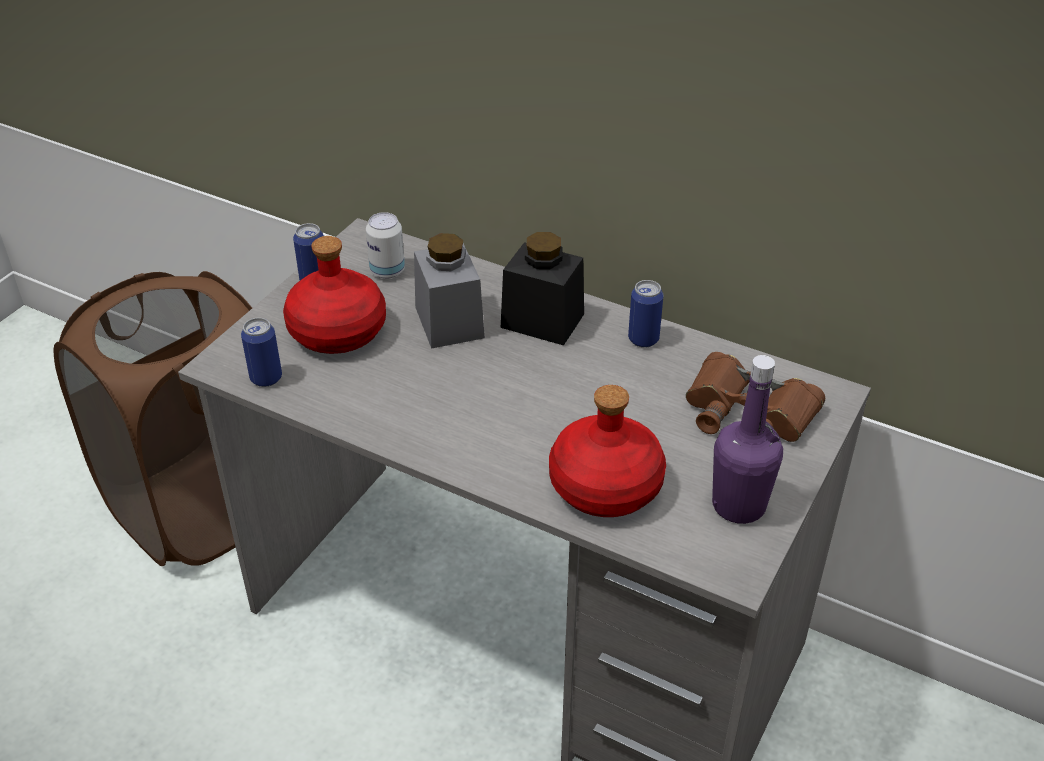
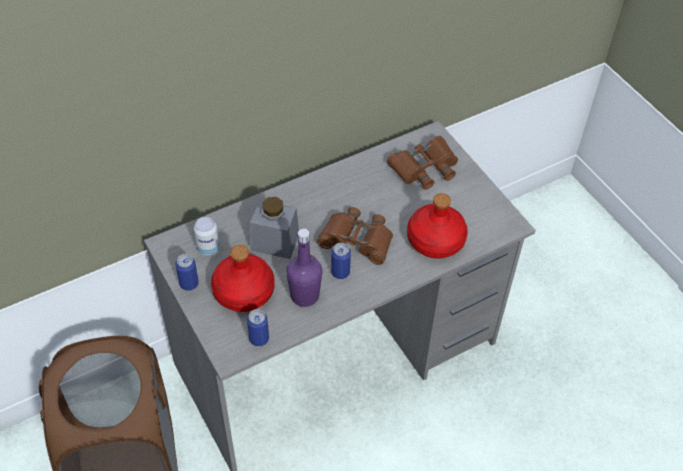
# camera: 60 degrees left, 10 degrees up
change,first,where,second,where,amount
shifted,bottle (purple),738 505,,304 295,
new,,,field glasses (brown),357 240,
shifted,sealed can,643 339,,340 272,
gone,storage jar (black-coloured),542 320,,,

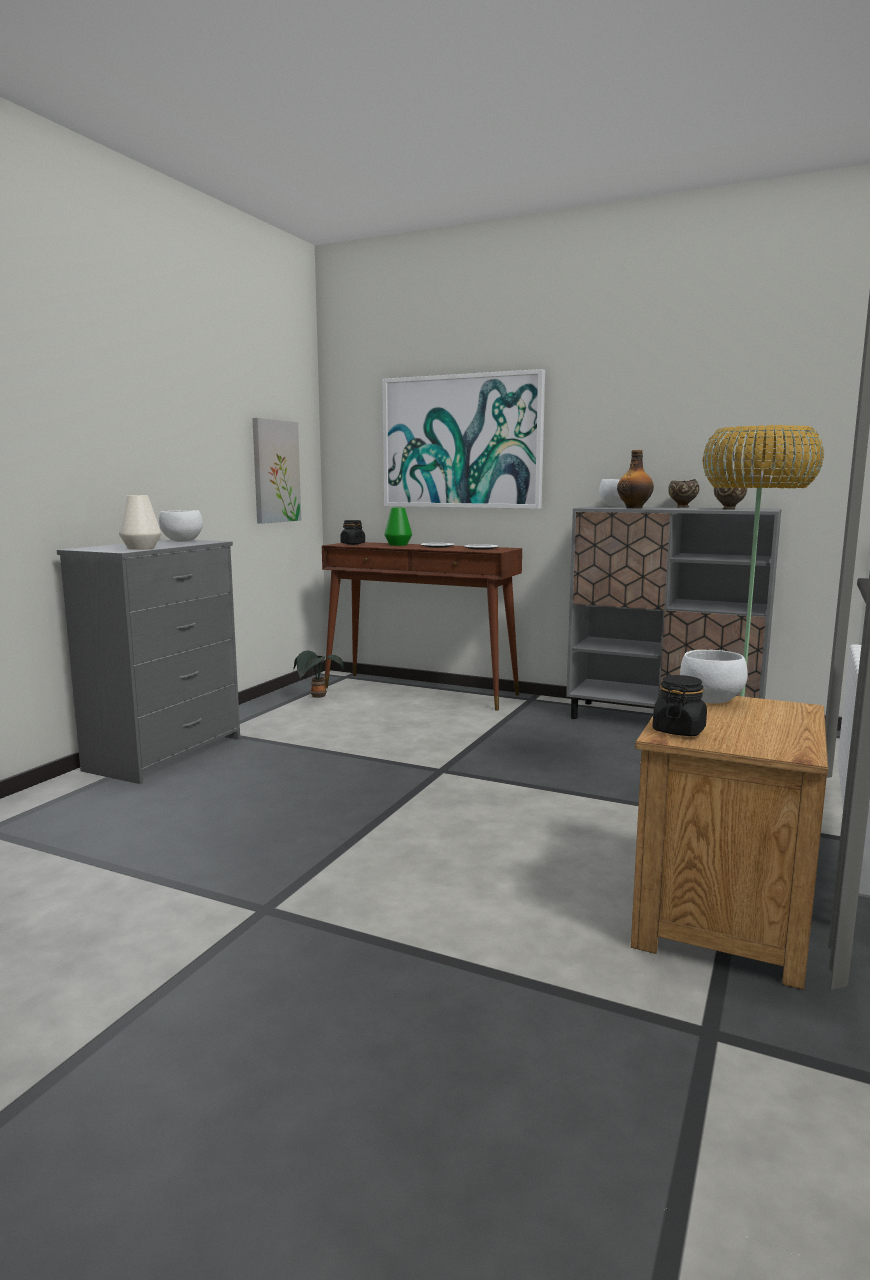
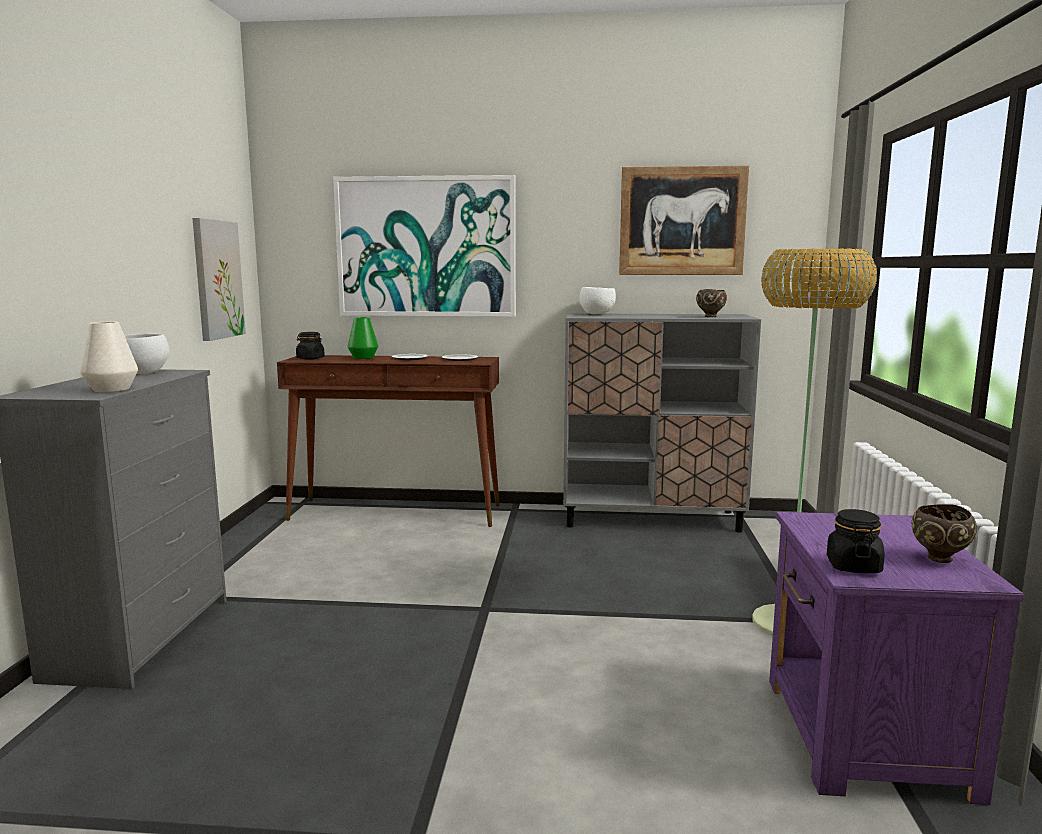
# camera: 20 degrees left, 0 degrees up
change,first,where,second,where,amount
new,,,picture,682 221,
repainted,bedside table (brown),720 917,bedside table (purple),863 737,
shifted,deep dish (brown),682 507,,939 559,
gone,plant in a pot,317 697,,,
gone,bottle,634 508,,,
gone,deep dish (white),709 700,,,

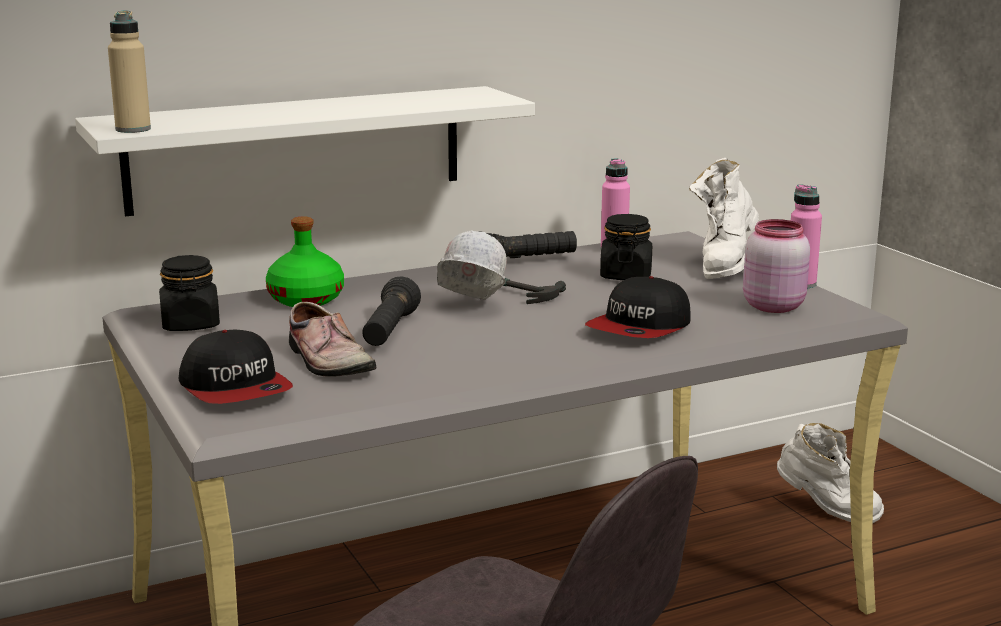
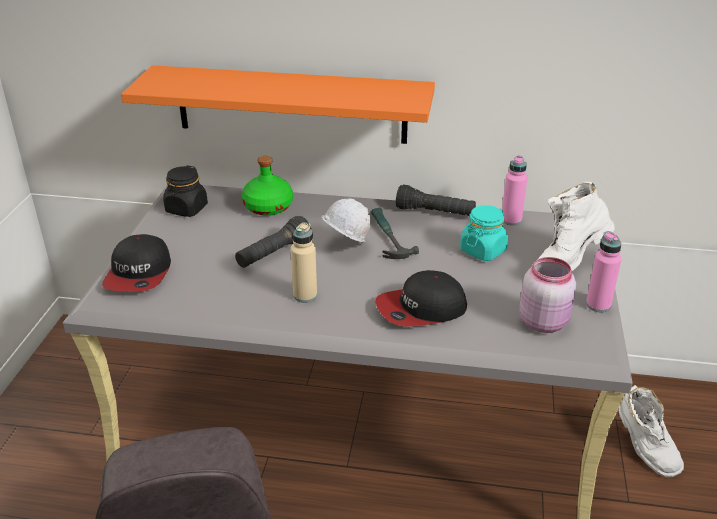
# camera: 35 degrees right, 15 degrees up
change,first,where,second,where,amount
repainted,shelf (white),296 149,shelf (orange-coloured),291 104,
shifted,bottle (sand-coloured),133 129,,305 295,
repainted,storage jar (black-coloured),625 275,storage jar (blue-green),483 250,
gone,item of footwear,326 362,,,

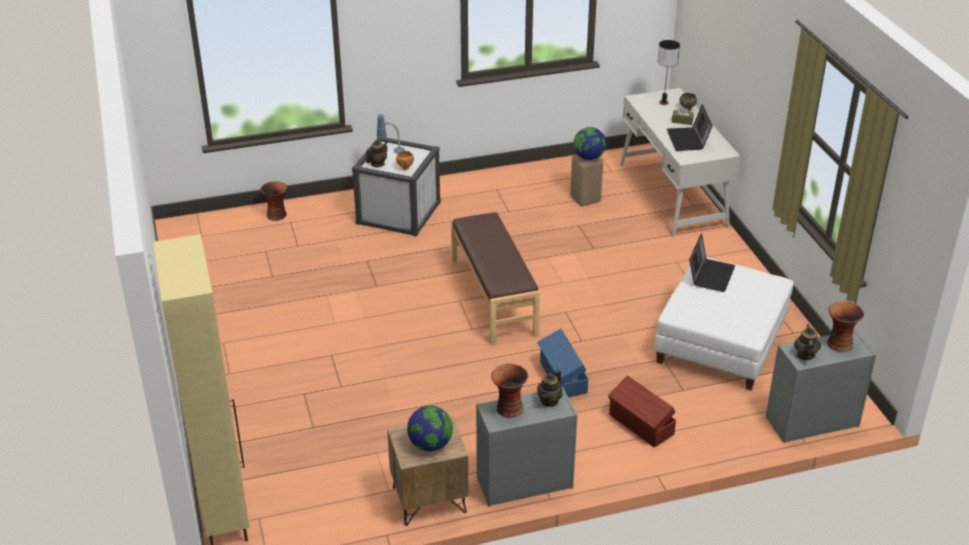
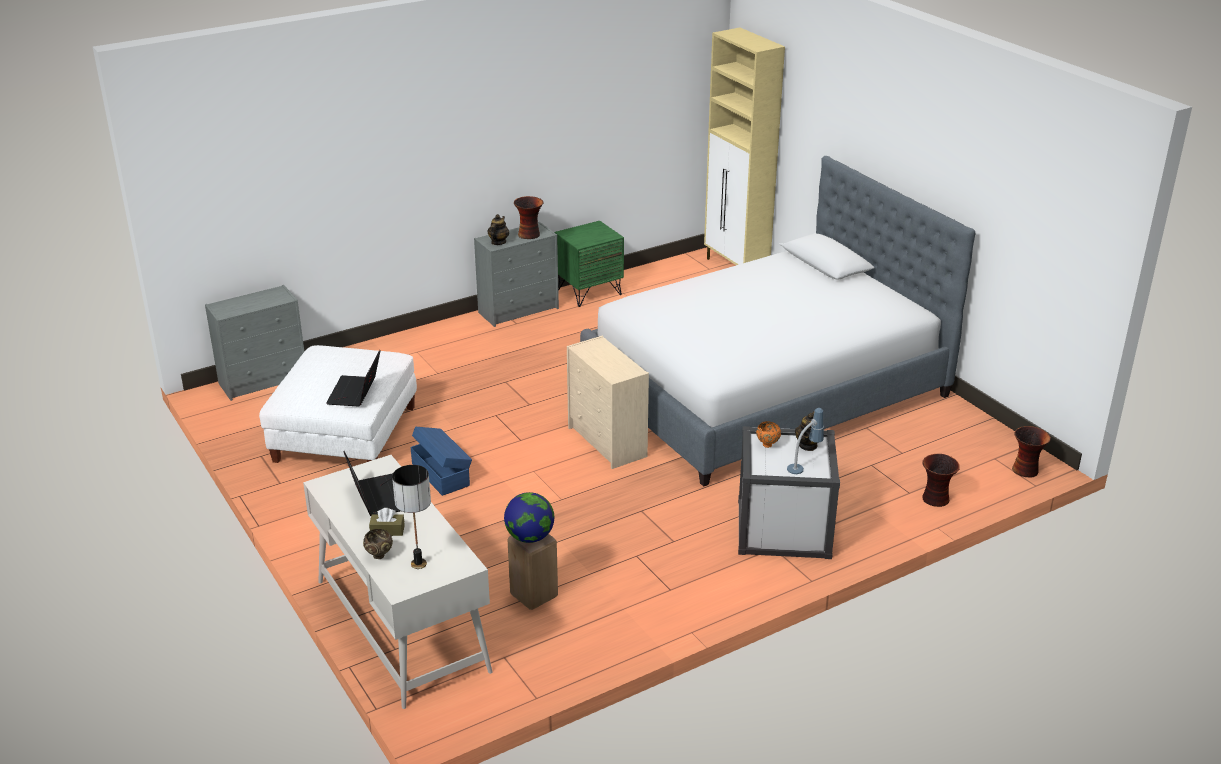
# camera: 165 degrees right, 5 degrees down
change,first,where,second,where,amount
shifted,storage box (blue),562 378,,441 474,
repainted,bedside table (brown),429 500,bedside table (green),589 292,
swapped,bench (brown),492 297,drawer chest (sand-coloured),607 442,
new,,,bedroom bed,765 389,
shifted,decorative vase,838 343,,1026 470,
gone,globe,430 445,,,
gone,storage box (brown),641 425,,,
gone,pot for tea,805 355,,,

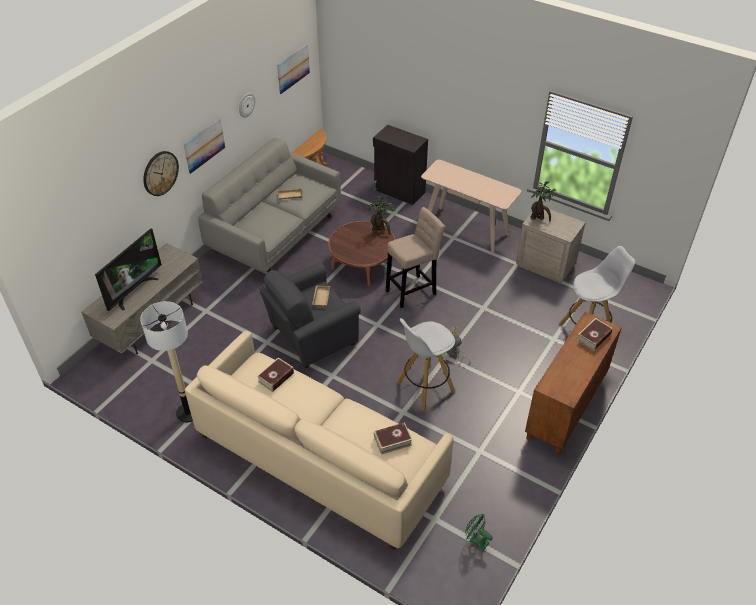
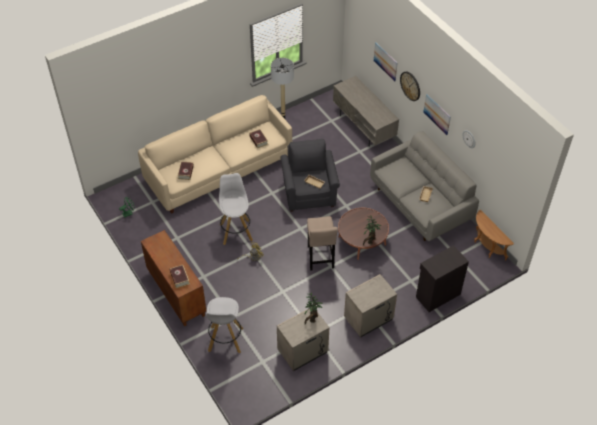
# camera: 115 degrees right, 5 degrees up
change,first,where,second,where,amount
swapped,console table (sand-coloured),466 229,bedside table (sand-coloured),369 319,
shifted,picture,293 68,,385 61,
gone,television,134 291,,,

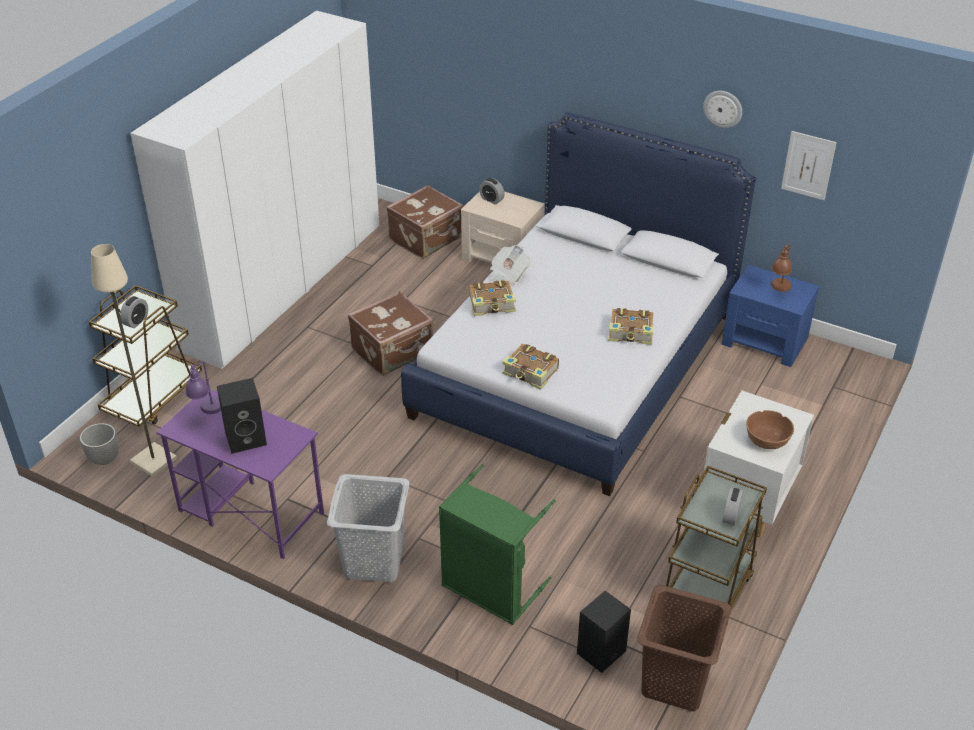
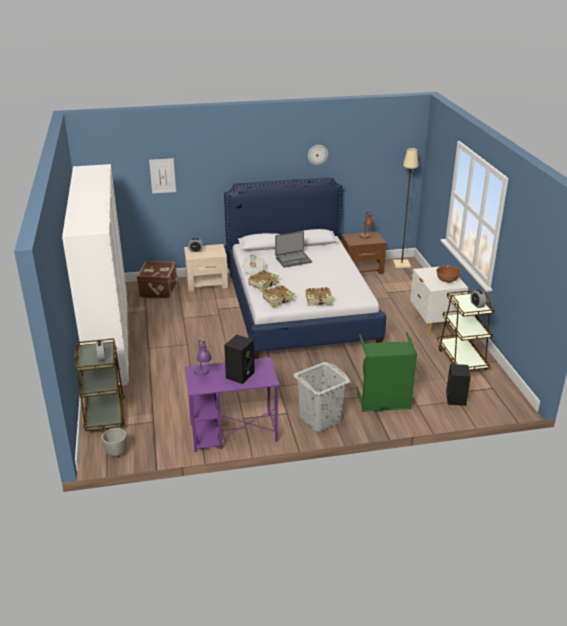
# camera: 40 degrees left, 10 degrees down
change,first,where,second,where,amount
shifted,picture,808 165,,162 175,
shifted,book,631 333,,278 300,
new,,,portable computer,293 260,
repainted,bedside table (blue),765 341,bedside table (brown),362 269,
shifted,standing lamp (sand-coloured),154 460,,401 264,
gone,suitcase (brown),393 352,,,
gone,washing basket (brown),675 683,,,

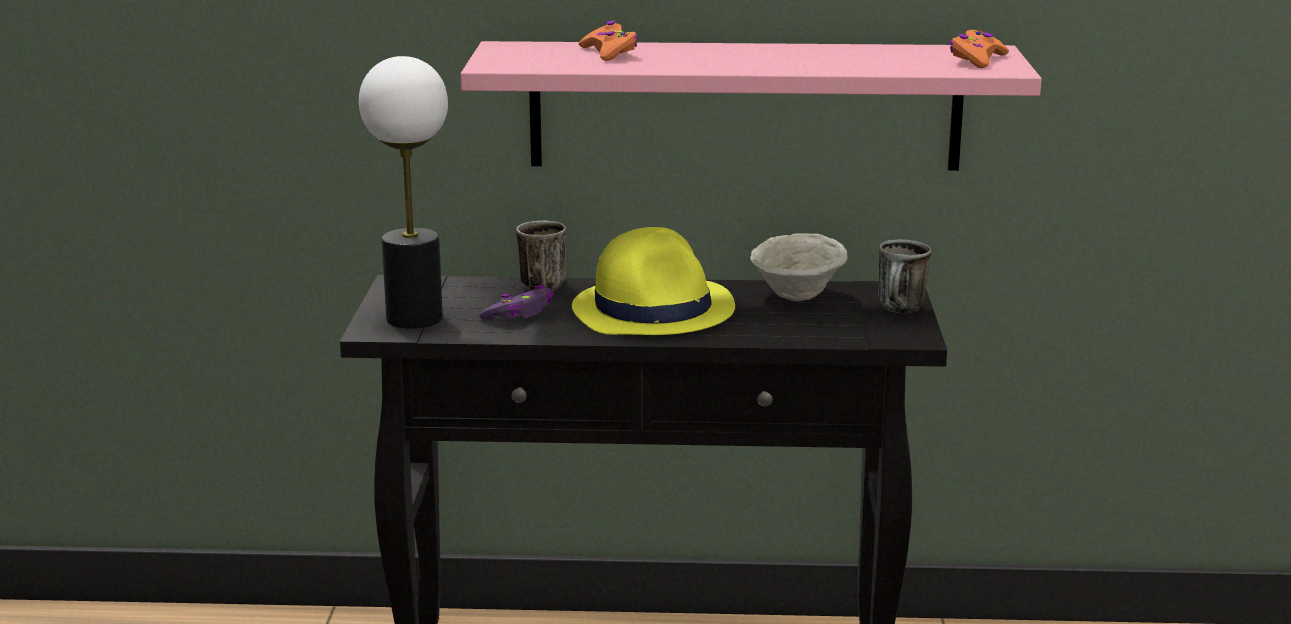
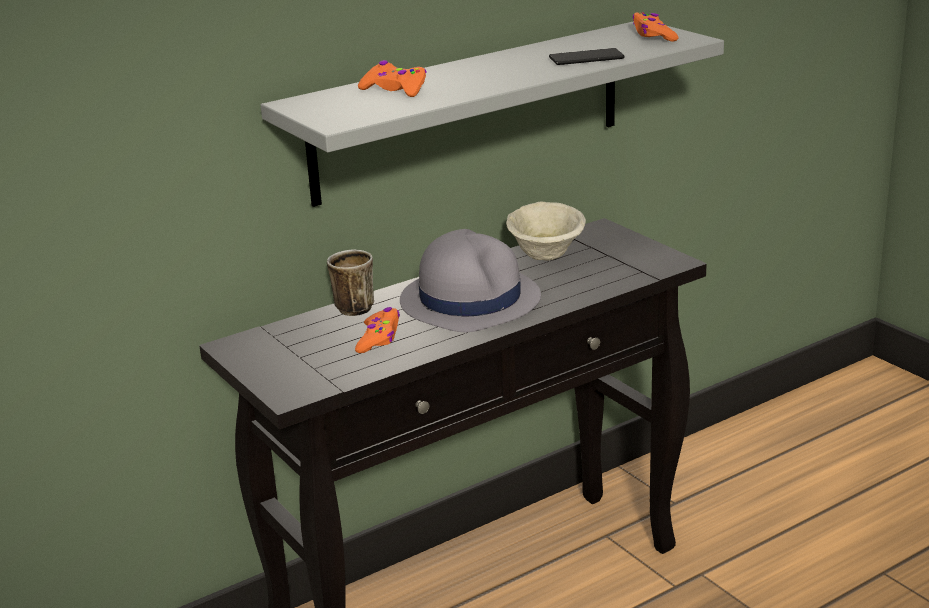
# camera: 35 degrees left, 5 degrees up
change,first,where,second,where,amount
repainted,shelf (pinkish),745 105,shelf (greyish),469 111,
repainted,game controller (purple),519 314,game controller (orange-coloured),379 338,
repainted,hat (yellowish),654 309,hat (greyish),470 299,
new,,,telephone,586 58,
gone,table lamp,413 318,,,
gone,tea mug,901 311,,,

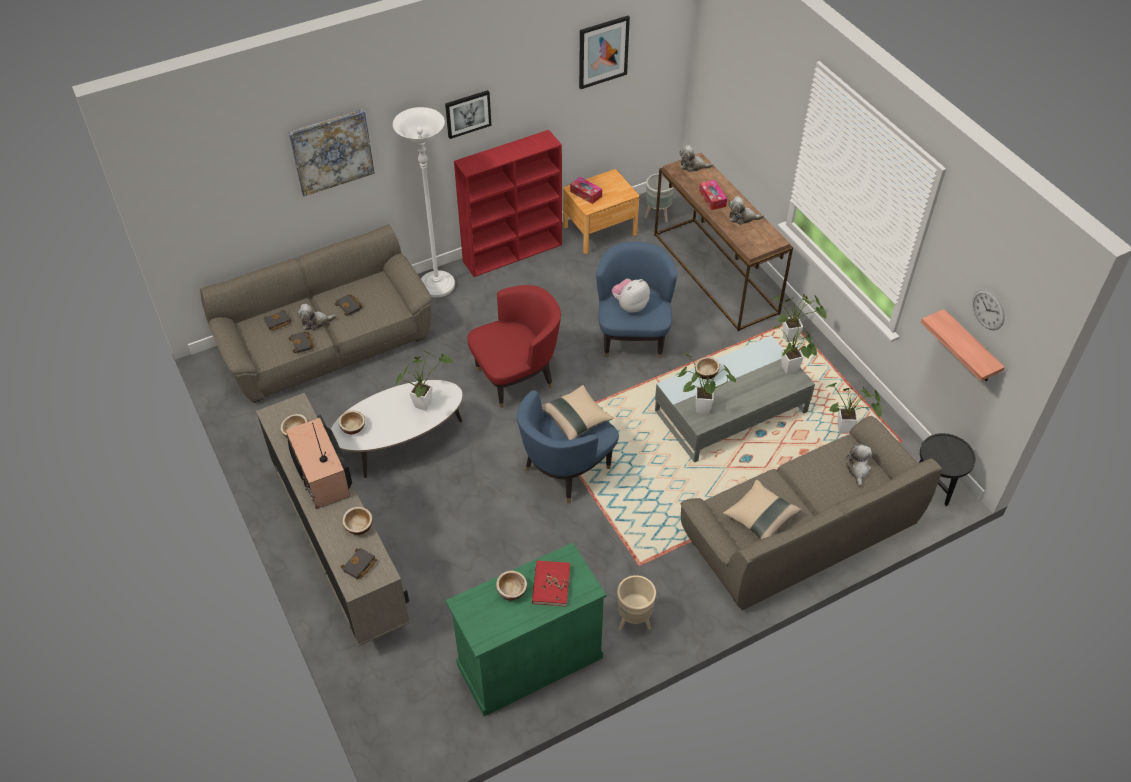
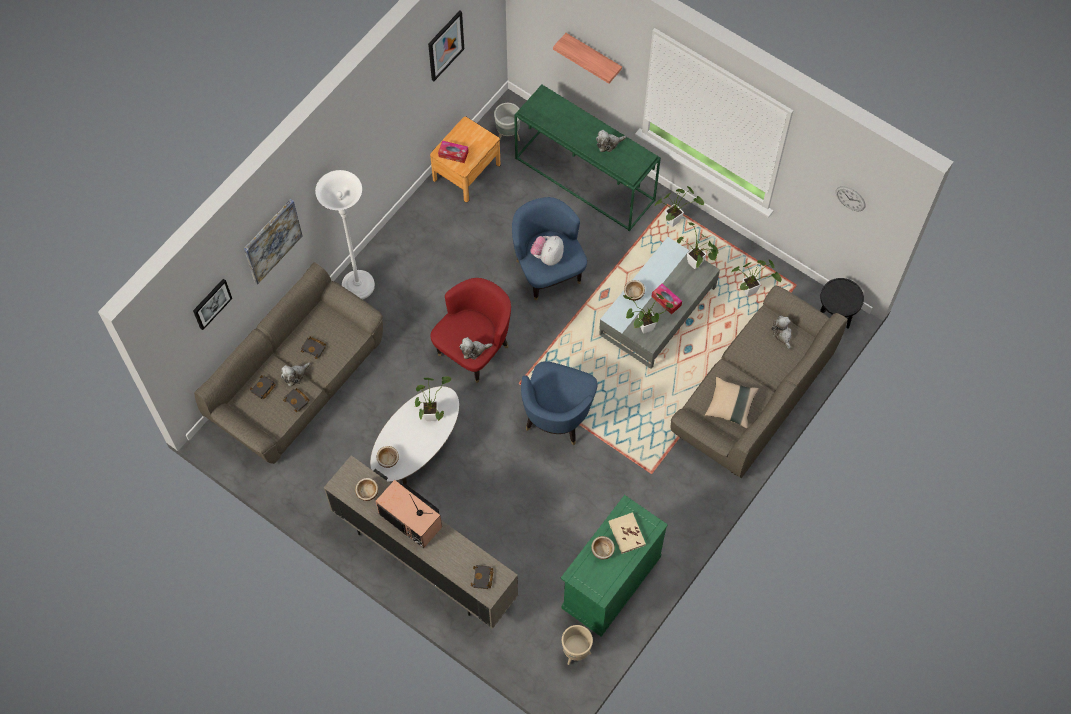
# camera: 25 degrees left, 15 degrees up
change,first,where,second,where,amount
shifted,picture,467 113,,211 303,
shifted,soft toy,693 166,,474 350,
repainted,console table (brown),716 273,console table (green),586 179,
shifted,shelf,969 348,,593 57,
shifted,planter (sand-coloured),634 622,,576 653,
repainted,book (red-coloured),551 584,book (sand-coloured),626 534,
shifted,box of tissues,712 199,,666 301,
gone,deep dish,359 526,,,
gone,bookshelf (red-coloured),513 252,,,
gone,cushion (sand-coloured),576 420,,,

